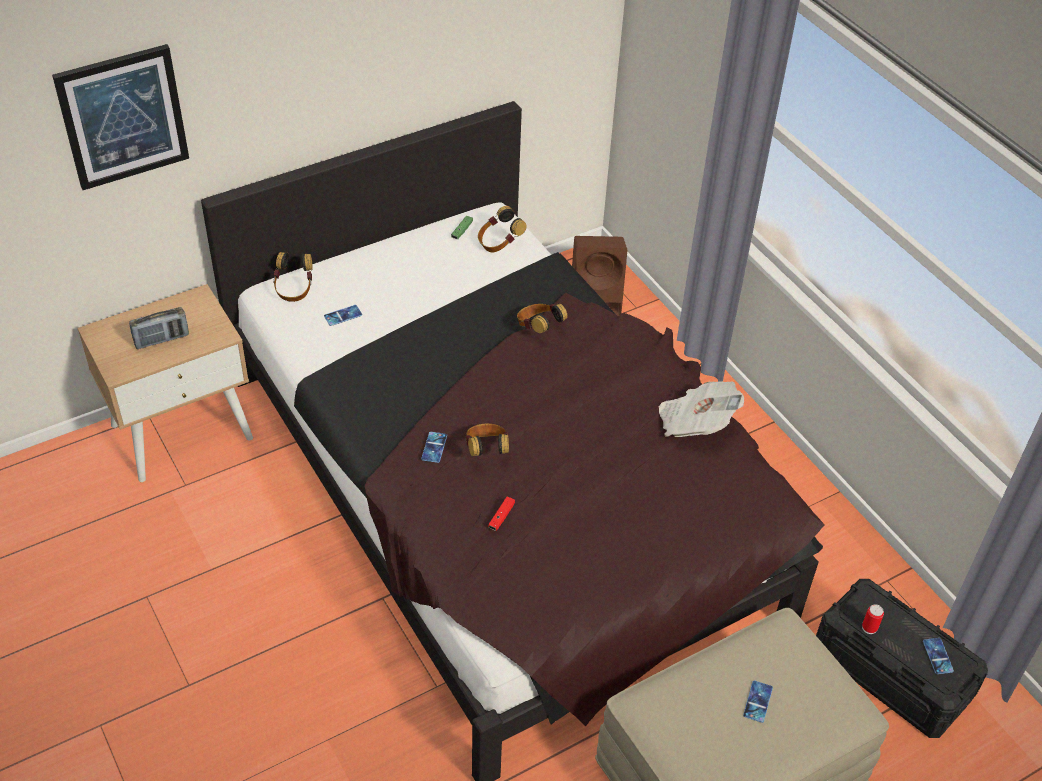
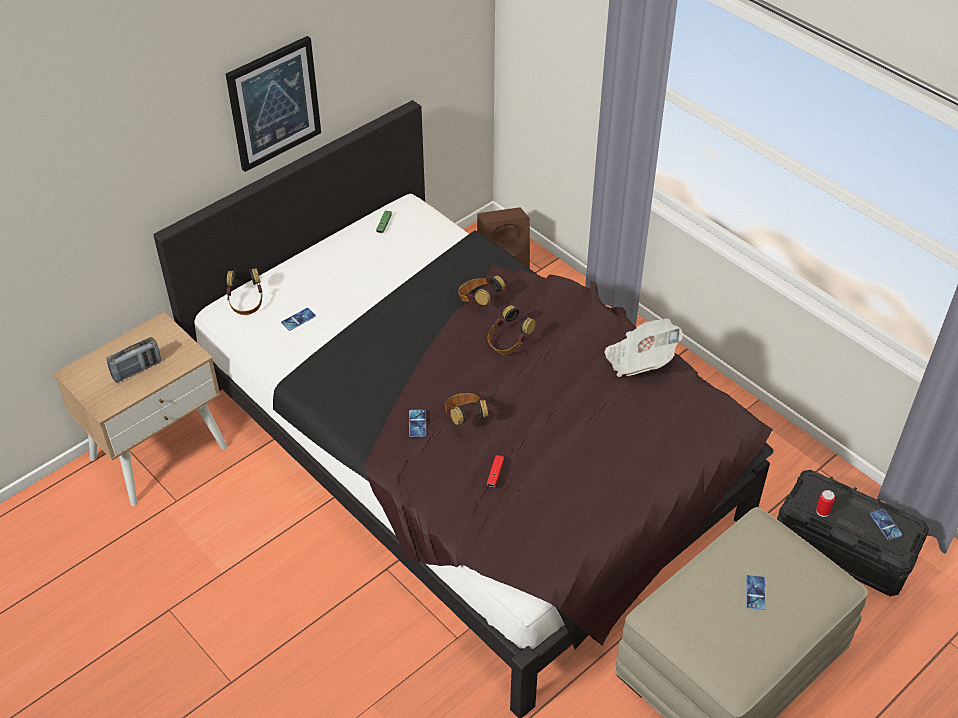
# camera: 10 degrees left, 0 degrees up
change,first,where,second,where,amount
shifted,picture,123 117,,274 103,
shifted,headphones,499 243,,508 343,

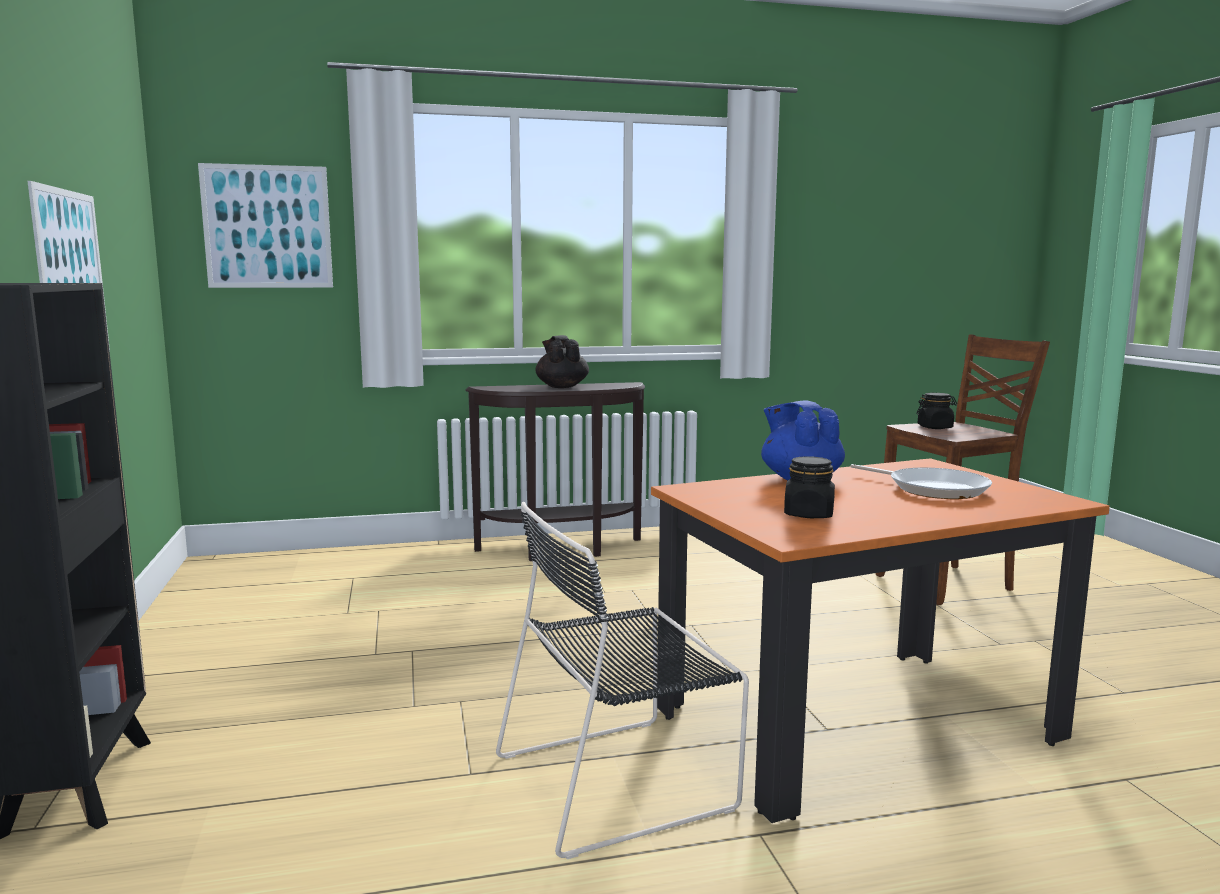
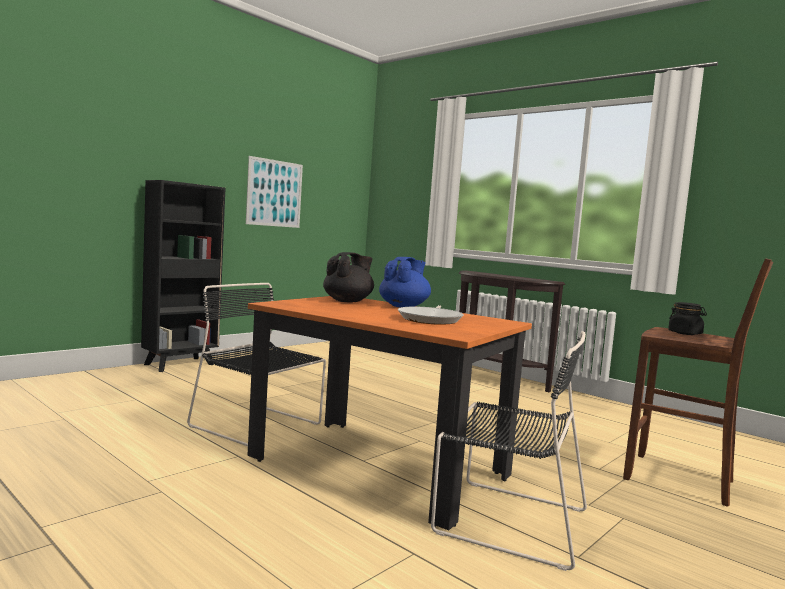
# camera: 55 degrees right, 5 degrees down
change,first,where,second,where,amount
shifted,pot for tea (black-coloured),561 387,,348 301,
new,,,plain chair (black-coloured),506 519,
gone,picture,267 227,,,
gone,storage jar (black-coloured),809 514,,,

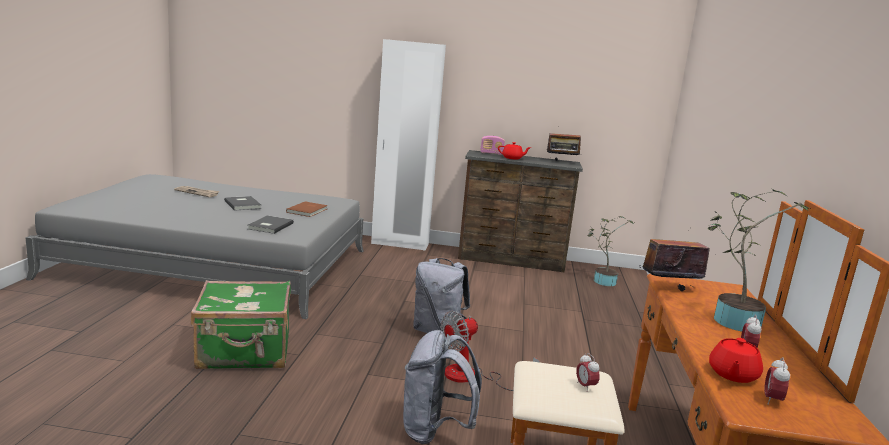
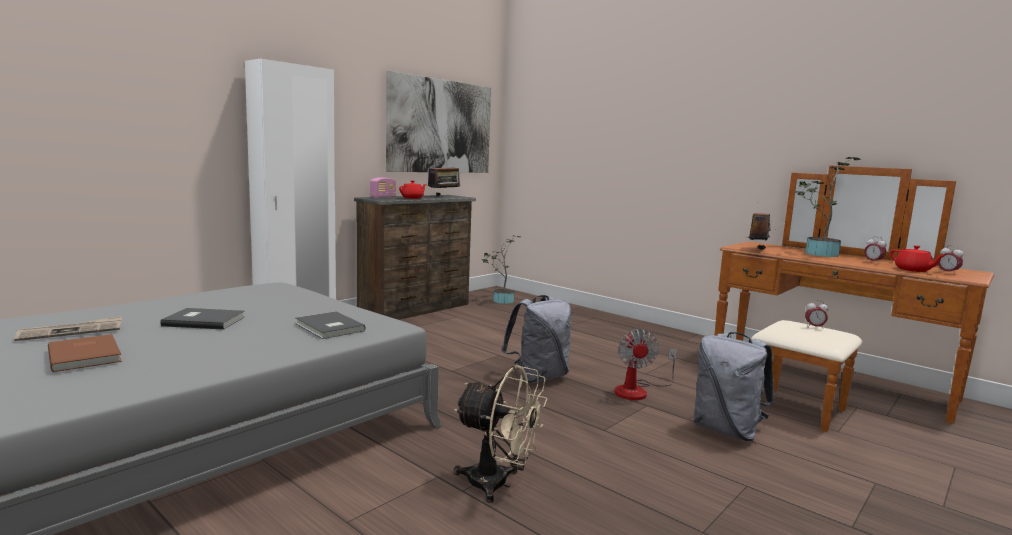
# camera: 55 degrees left, 5 degrees down
change,first,where,second,where,amount
shifted,book (brown),308 210,,87 355,
new,,,picture,440 126,
swapped,suitcase (green),245 352,fan (sand-coloured),498 484,

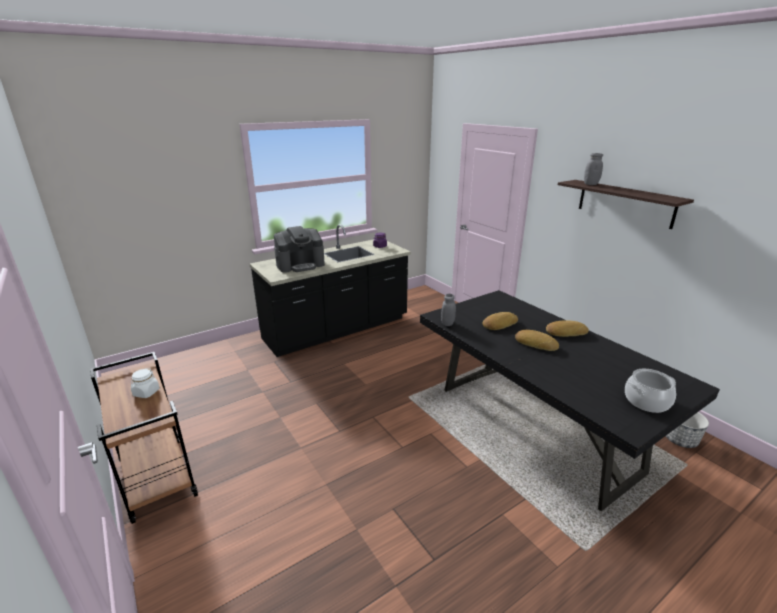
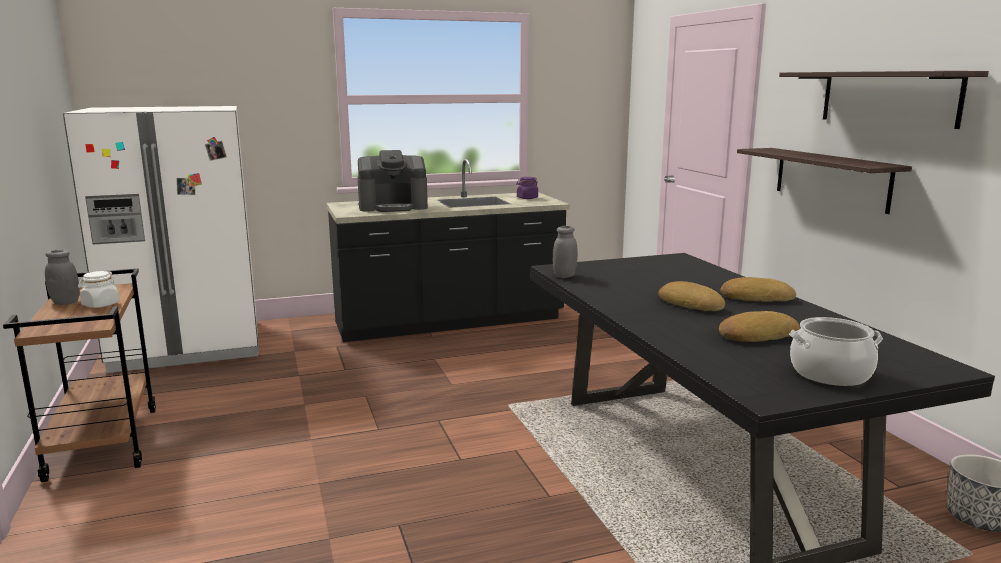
# camera: 15 degrees right, 10 degrees down
change,first,where,second,where,amount
shifted,storage jar (greyish),590 184,,66 302,
new,,,fridge (white),188 346,
shifted,baked bread,499 324,,756 335,
new,,,shelf,831 178,

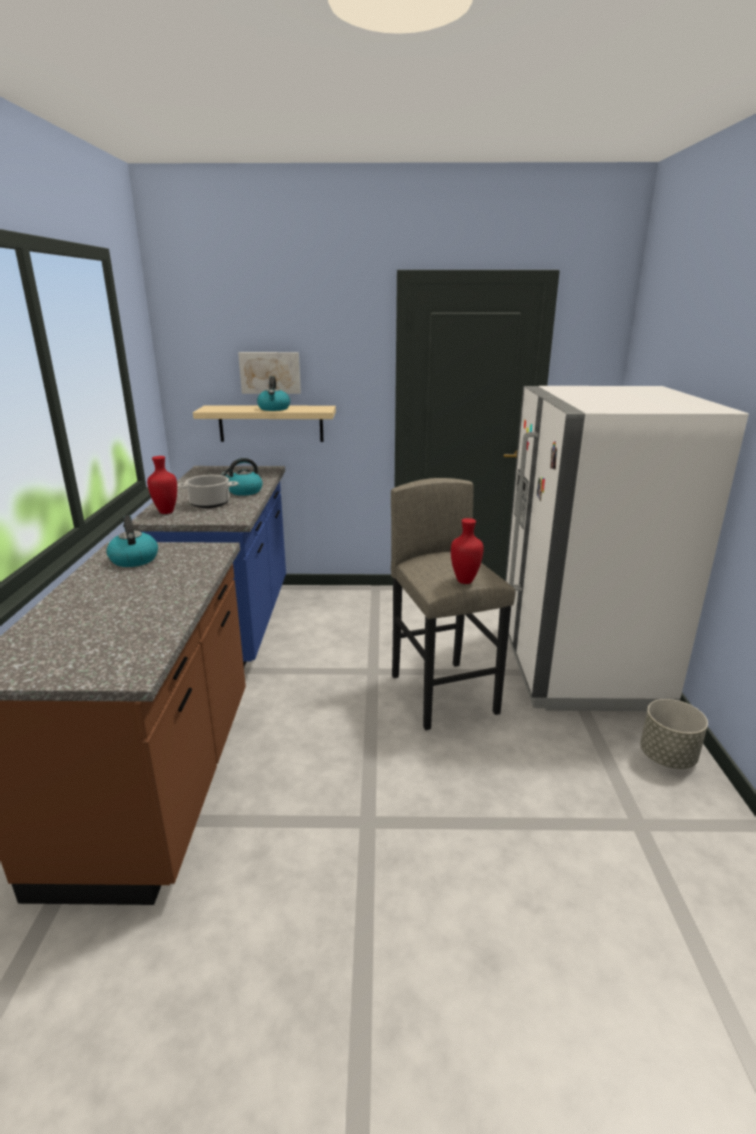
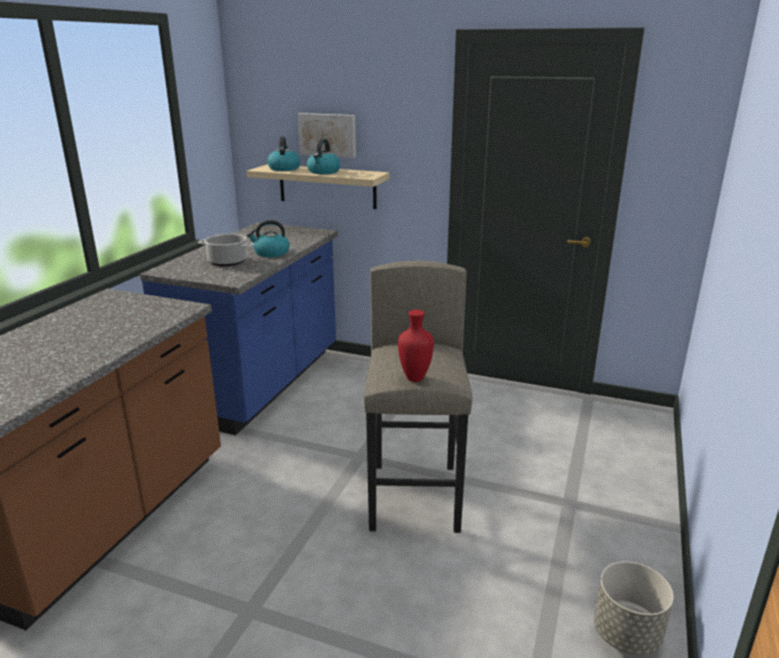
# camera: 20 degrees right, 0 degrees up
change,first,where,second,where,amount
shifted,kettle,134 559,,284 168,
gone,decorative vase (red-coloured),166 512,,,
gone,fridge (white),578 665,,,

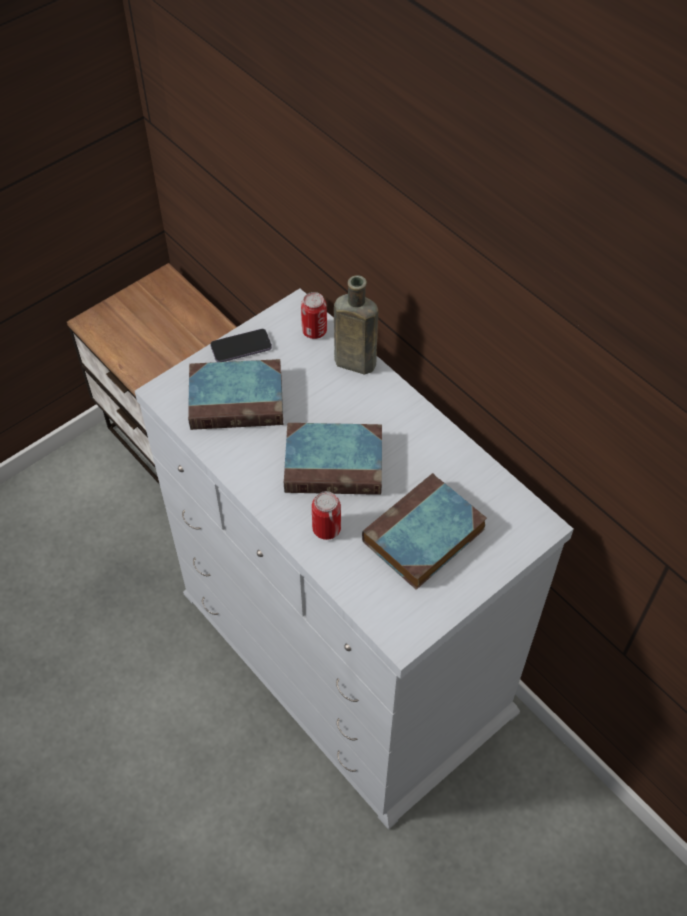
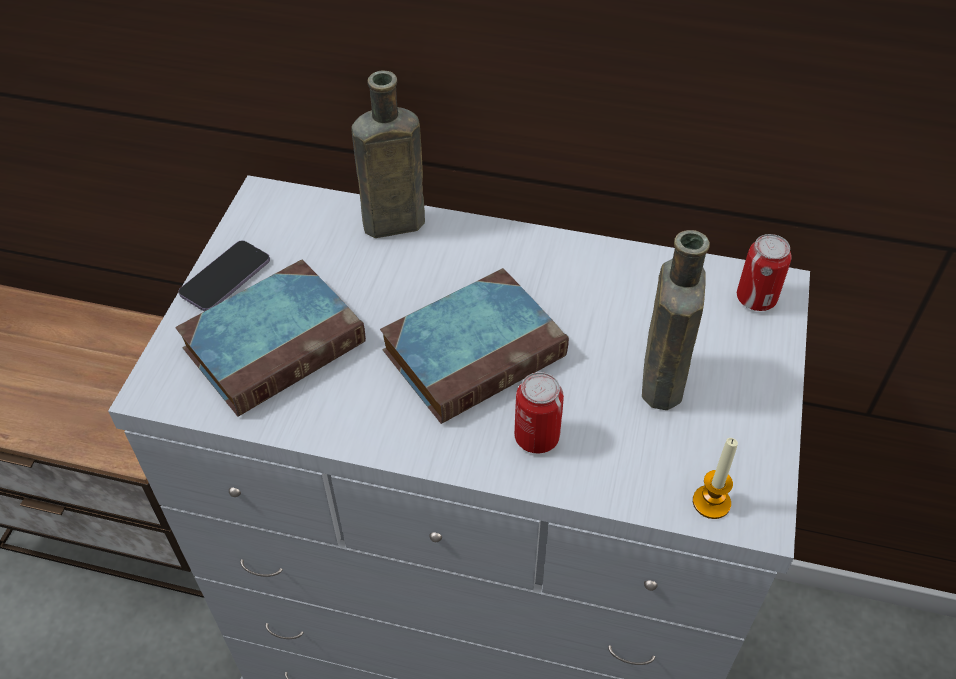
# camera: 35 degrees left, 5 degrees down
change,first,where,second,where,amount
swapped,book,422 537,bottle (brown),662 377,
new,,,wax candle,711 502,
shifted,sealed can,314 331,,756 298,

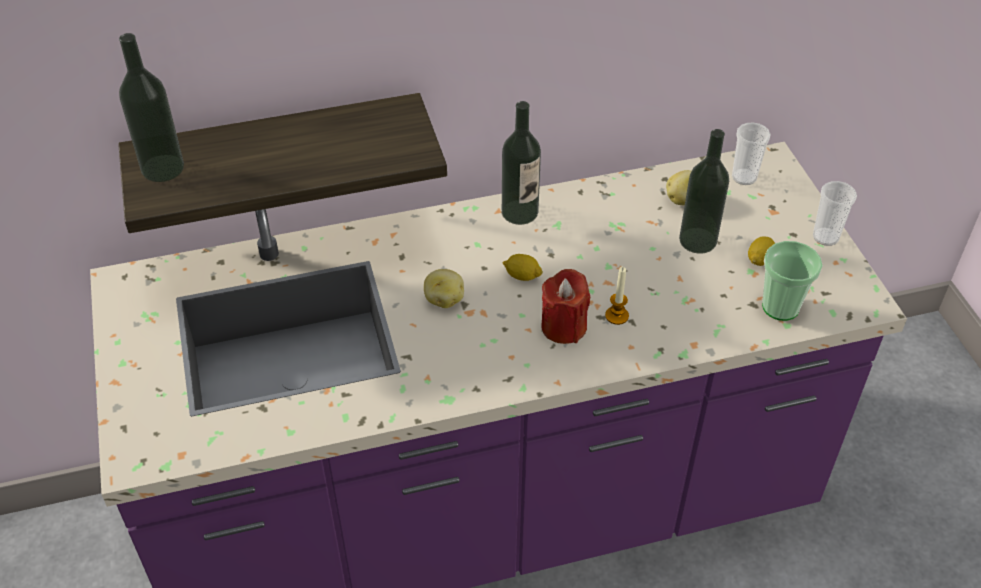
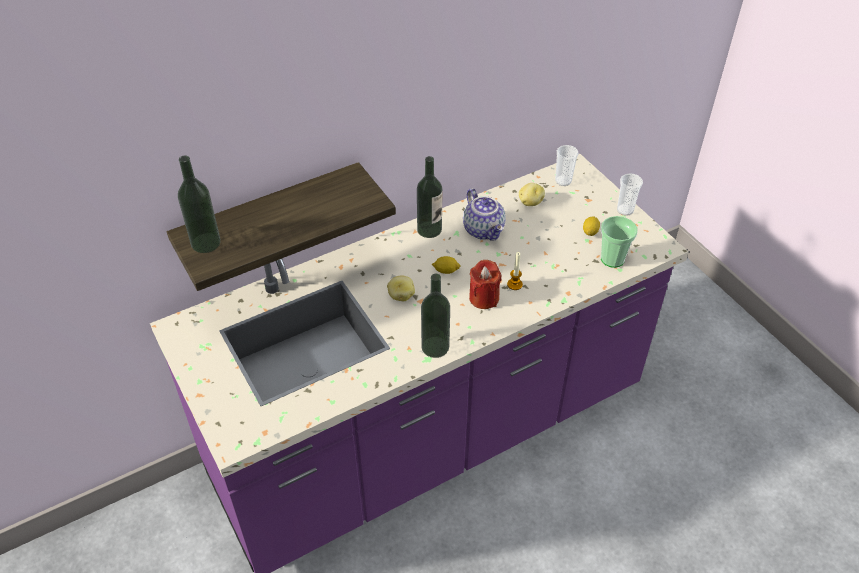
# camera: 15 degrees left, 0 degrees up
change,first,where,second,where,amount
shifted,bottle,697 240,,435 347,
new,,,pot for tea,484 230,

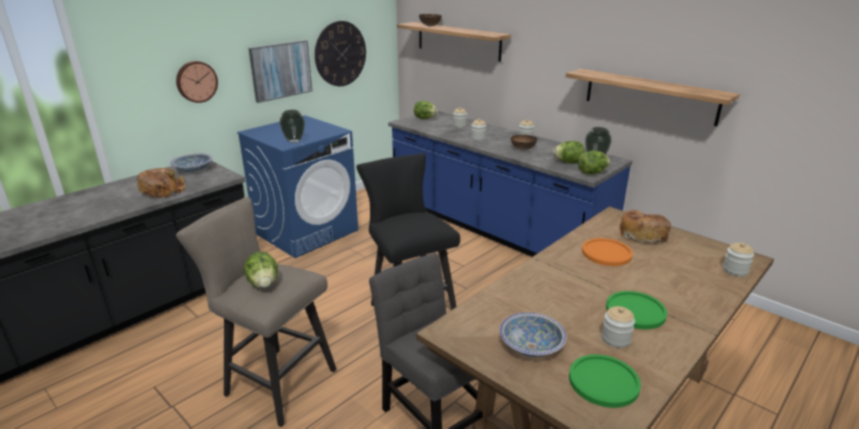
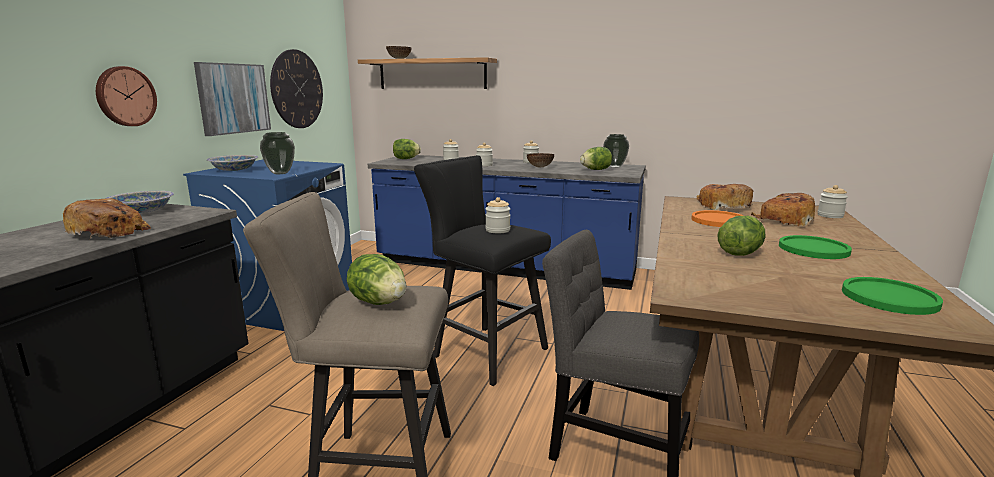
# camera: 25 degrees left, 10 degrees down
change,first,where,second,where,amount
shifted,deep dish,531 346,,234 170,
shifted,storage jar,615 339,,497 230,
shifted,head of lettuce,592 173,,740 253,
new,,,baked bread,782 220,
gone,shelf,650 96,,,

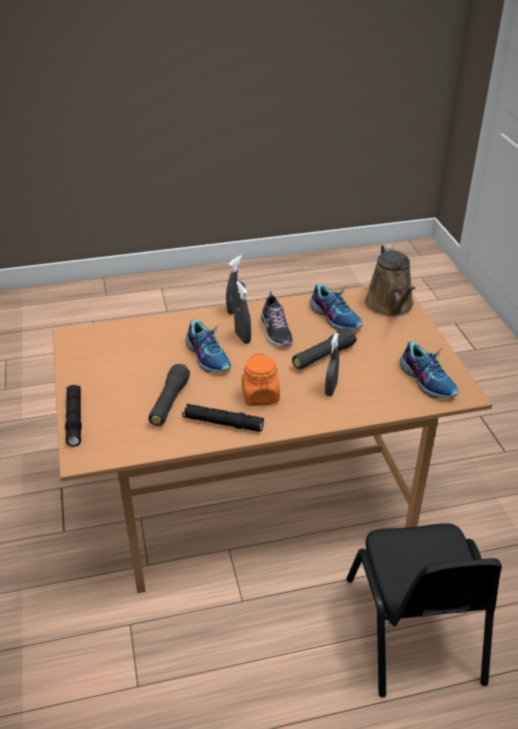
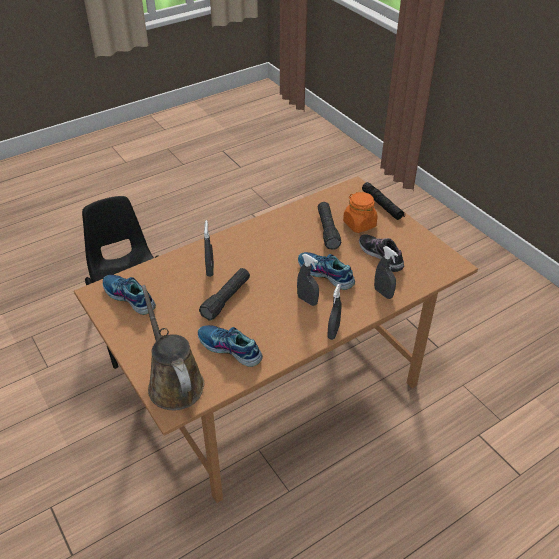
# camera: 160 degrees right, 5 degrees up
change,first,where,second,where,amount
shifted,storage jar (orange-coloured),260 396,,359 224,
shifted,item of footwear,276 331,,381 256,
new,,,sprayer (greyish),383 293,
gone,flashlight (black-coloured),223 423,,,

